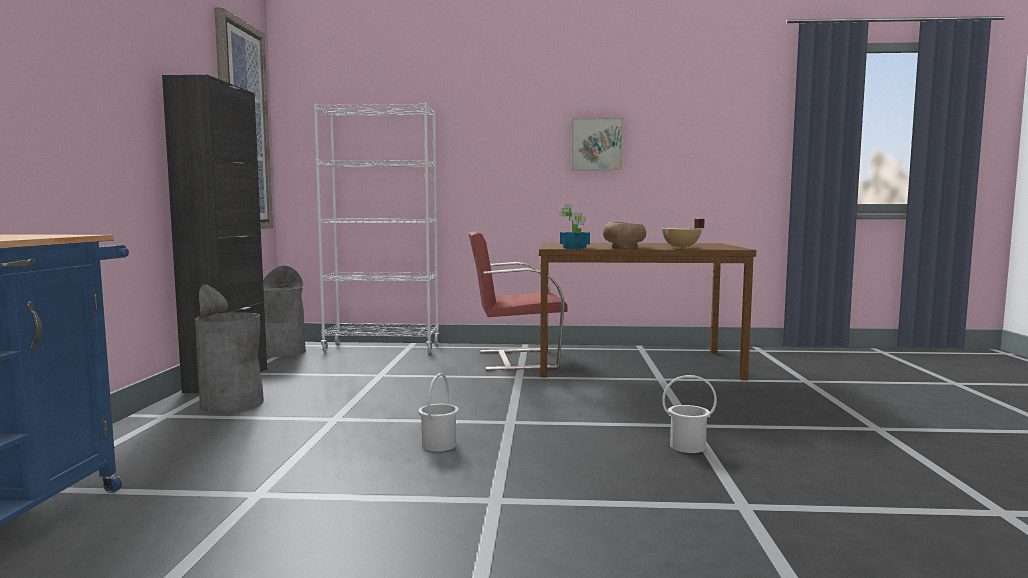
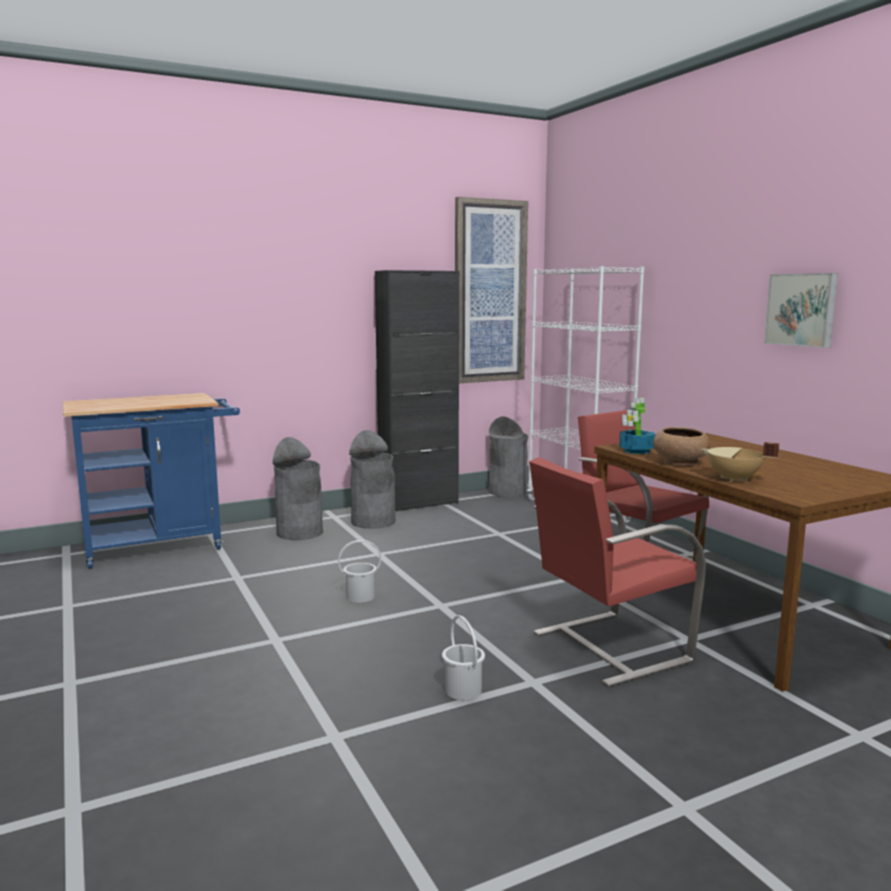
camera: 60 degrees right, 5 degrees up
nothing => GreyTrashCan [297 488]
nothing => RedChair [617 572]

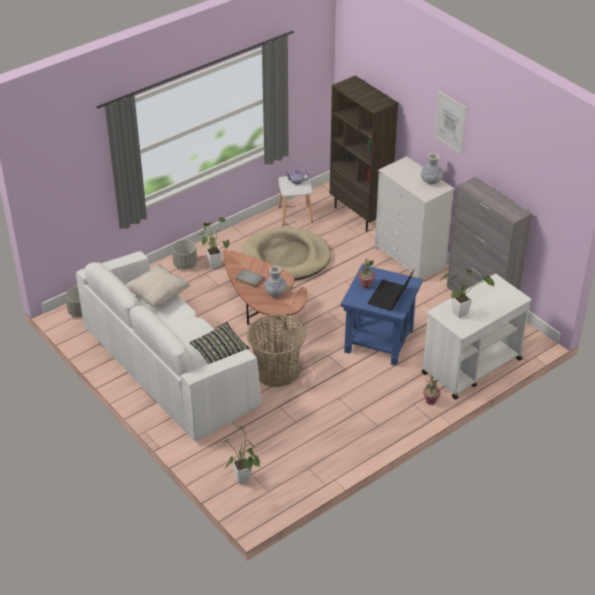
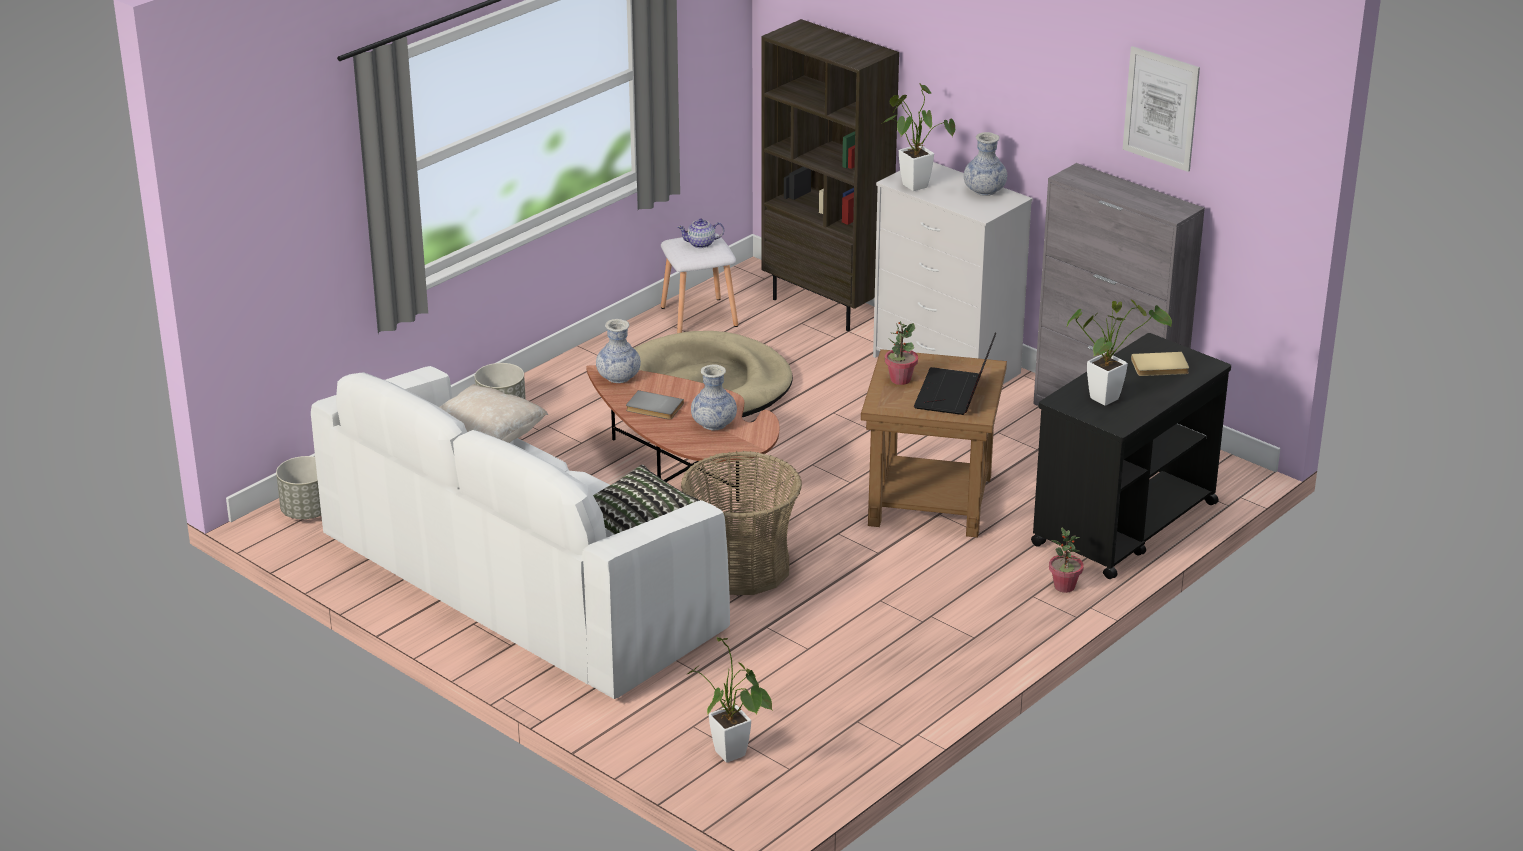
camera: 10 degrees left, 10 degrees down
nothing => Vase [618 351]
BlueSideTable [382 315] => BrownSideTable [934 443]
PottedPlant [213 242] => PottedPlant [918 137], moved
WhiteCart [476 336] => BlackCart [1131 456]
Picture [450 123] => Picture [1161 109], moved
nothing => BeigeBook [1160 364]

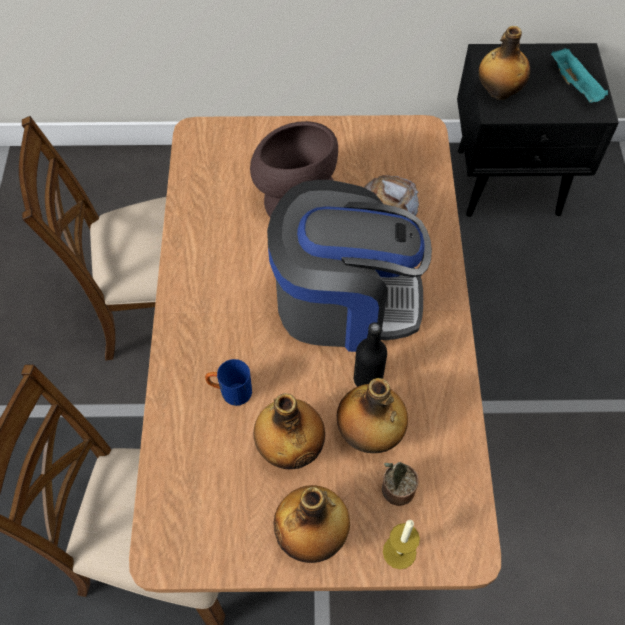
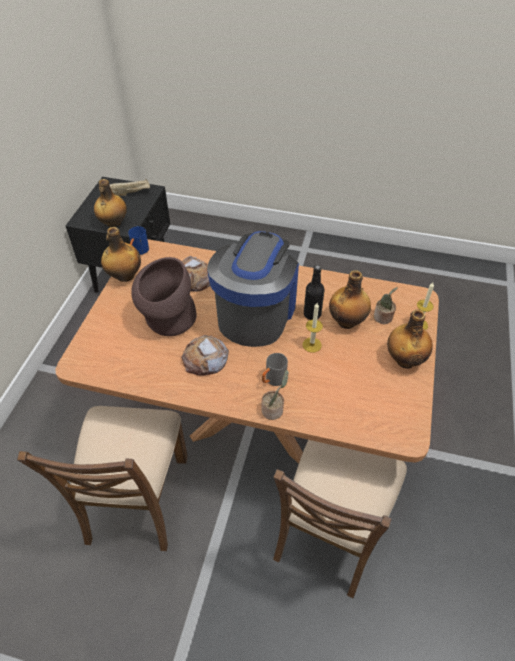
camera: 75 degrees left, 10 degrees down
Bottle [289 431] => Bottle [121 254], moved
TurquoiseTray [579 75] => BeigeTray [129 187]
BlueMug [228 382] => BlueMug [138 240], moved
nothing => Bread [205 355]
nothing => GreyMug [275 369]
nothing => PottedPlant [275 395]
nothing => Candle [313 328]

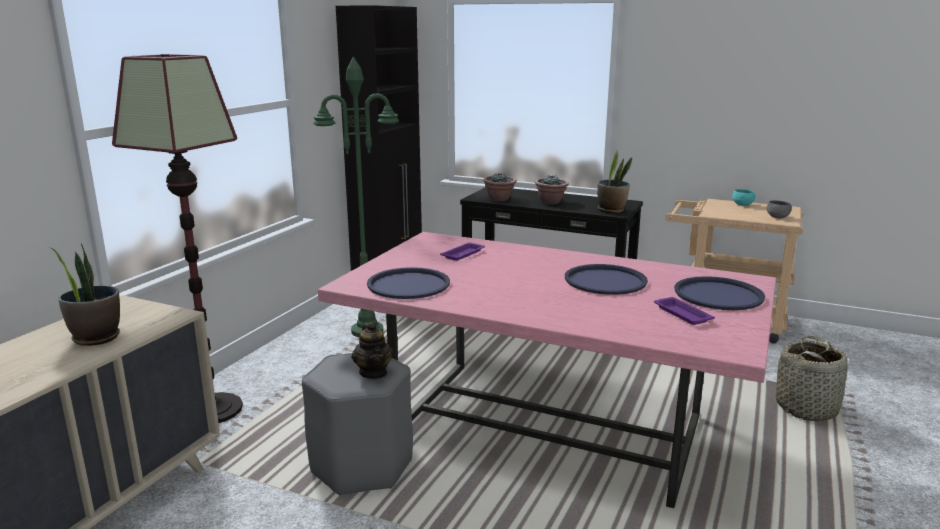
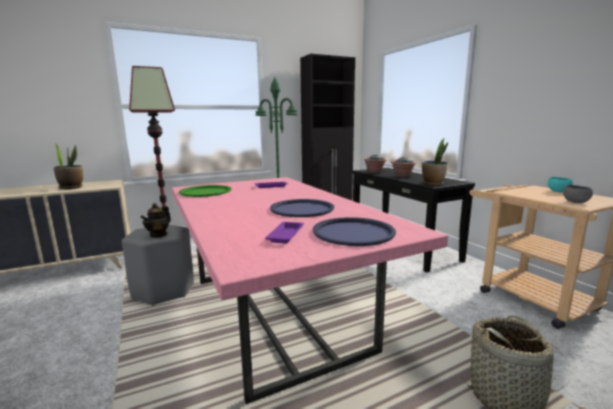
camera: 40 degrees right, 5 degrees down
BlueTray [408 283] => GreenTray [205 191]

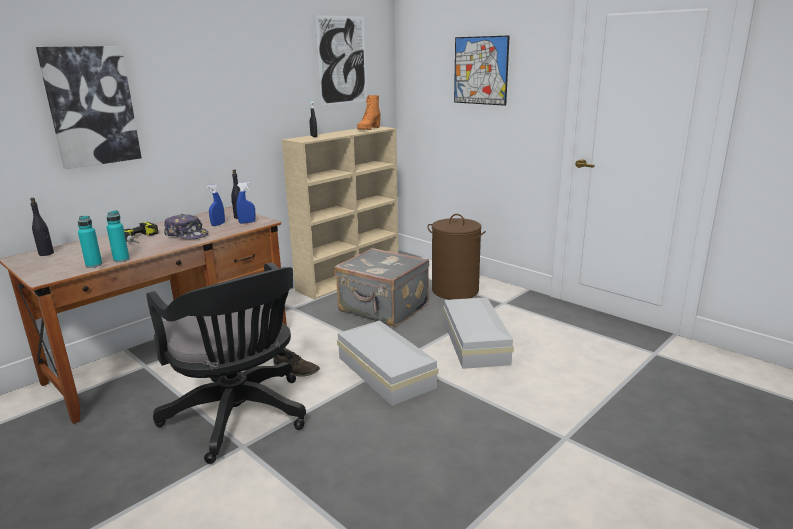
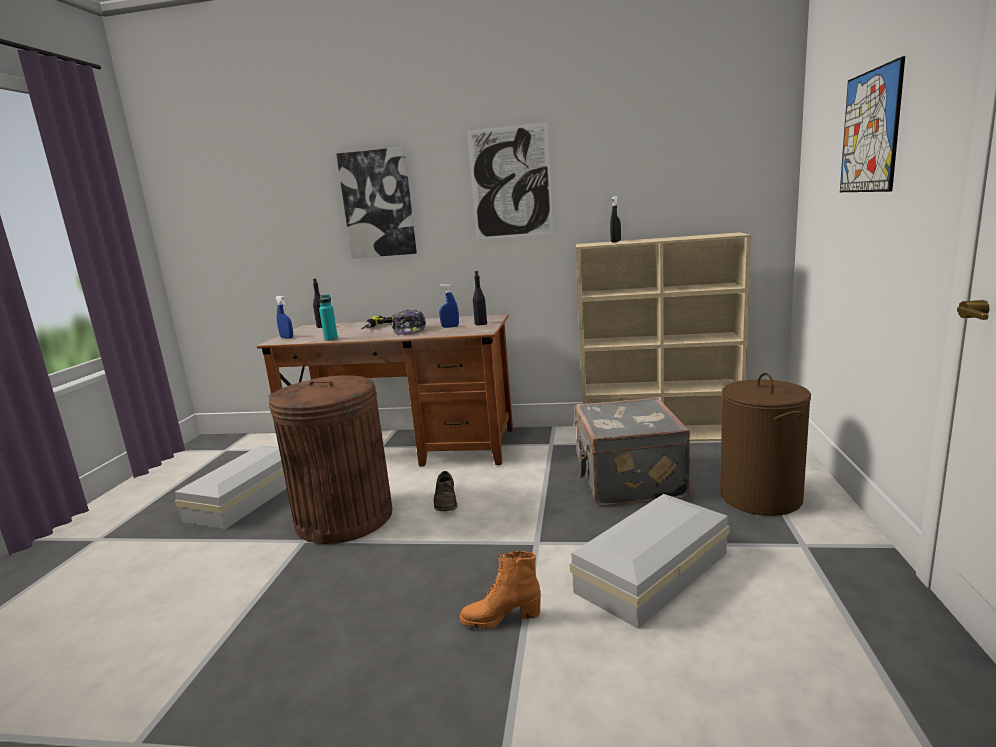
camera: 55 degrees right, 5 degrees down
WhiteStorageBox [388 363] => WhiteStorageBox [231 487], moved
BlackOfficeChair [226 363] => BrownTrashCan [330 459]
BlueSprayBottle [246 203] => BlueSprayBottle [284 317], moved
OrangeBoot [369 112] => OrangeBoot [500 590], moved
Picture [341 60] => Picture [510 181], moved
TurquoiseBottle [90 242] => nothing

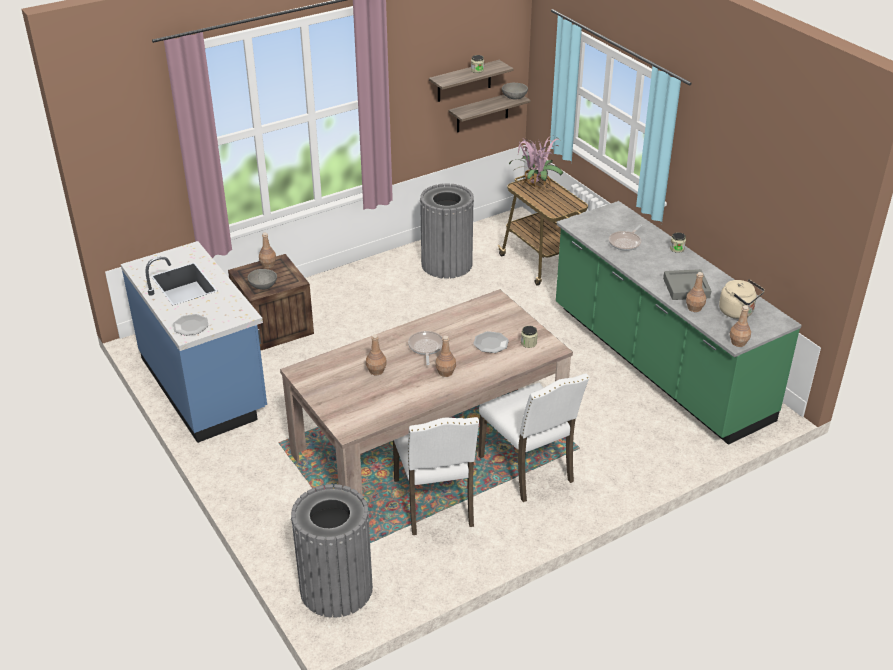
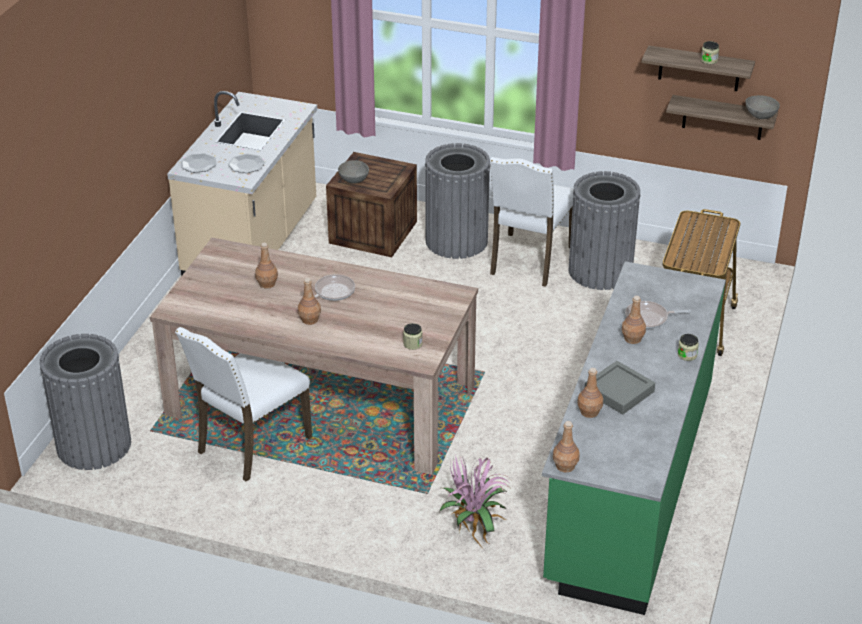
camera: 50 degrees right, 0 degrees up
BlueCounter [194 342] => BeigeCounter [242 183]
Plate [491 342] => Plate [246 163], moved
nothing => GreyTrashCan [457 201]
PottedPlant [536 164] => PottedPlant [475 503], moved
WhiteChair [534 437] => WhiteChair [532 222], moved
BrownBottle [267 250] => BrownBottle [634 320], moved
BeigeKettle [742 299] => nothing

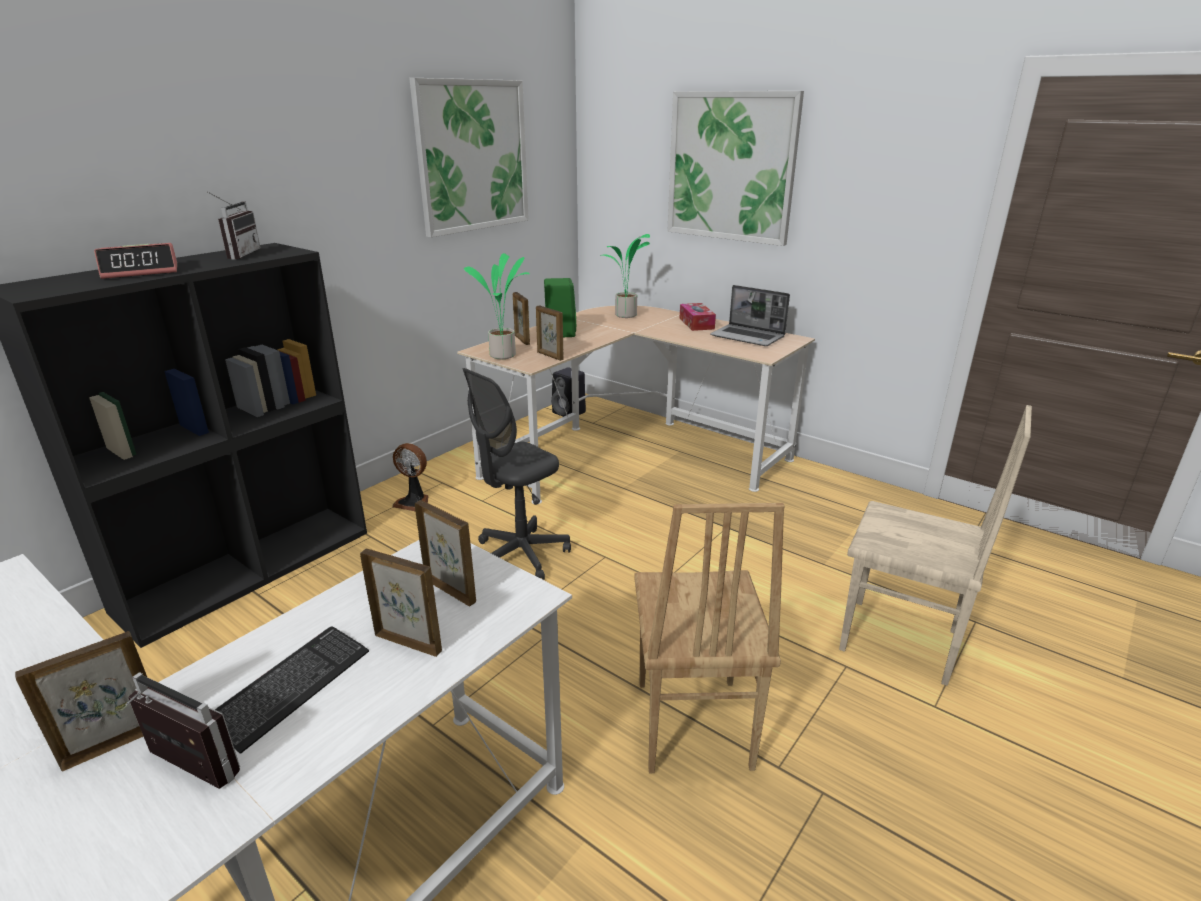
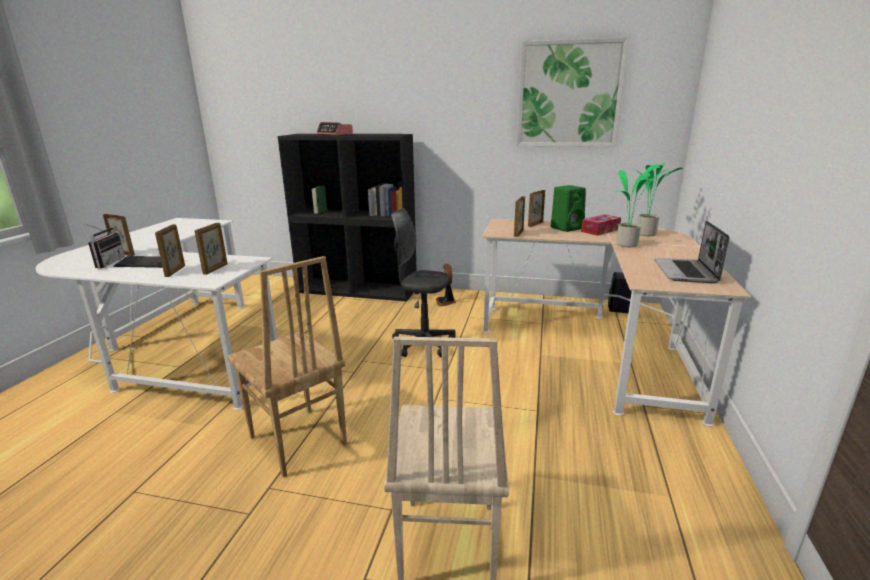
camera: 65 degrees right, 5 degrees down
BrownChair [709 638] => BrownChair [287 366], 105 degrees counterclockwise
TissueBox [697 317] => TissueBox [601 225], moved
PottedPlant [497 306] => PottedPlant [641 206], moved
Radio [233 225] => nothing
Picture [736 168] => nothing

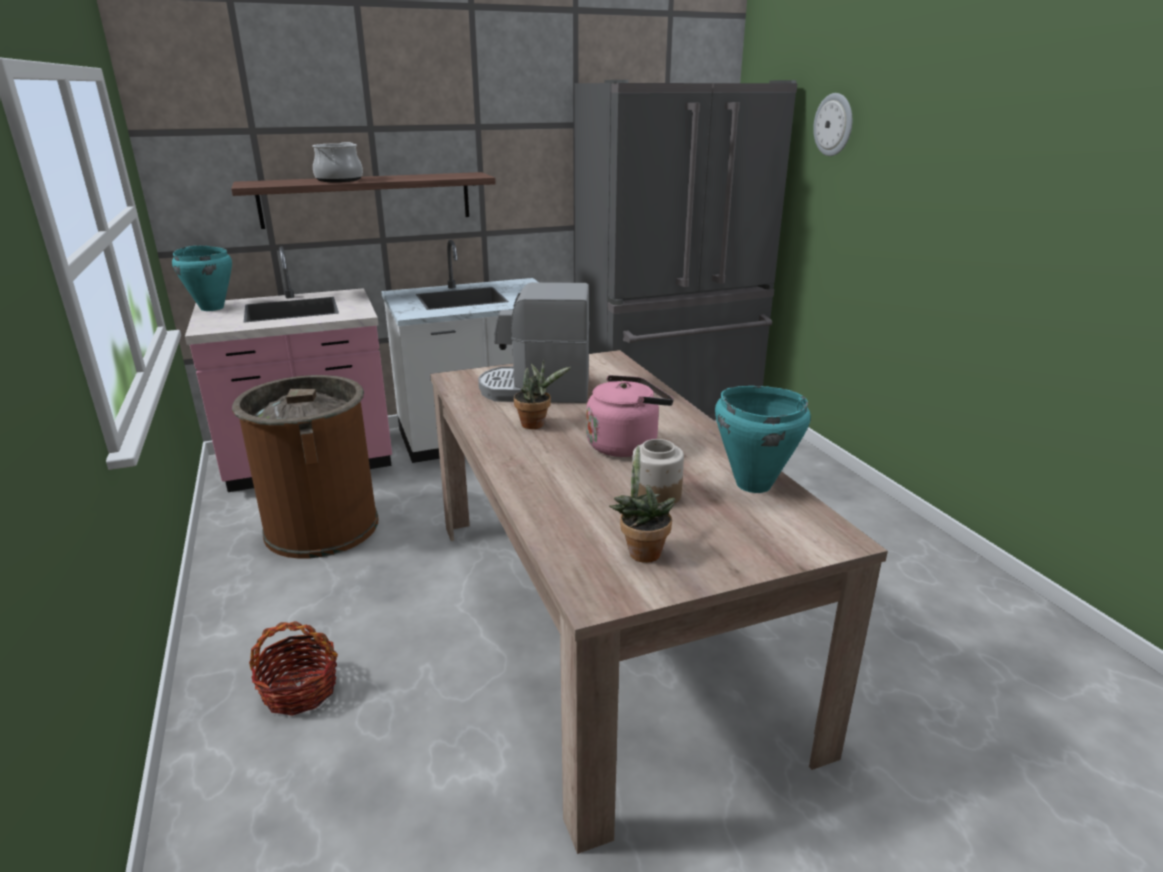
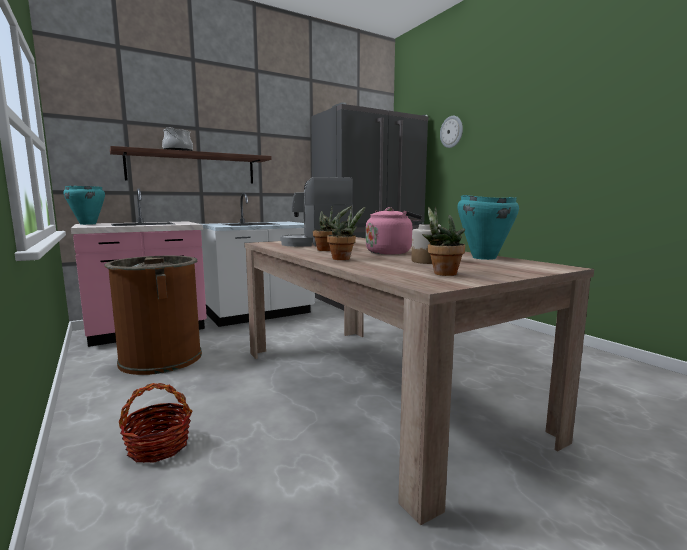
camera: 10 degrees left, 15 degrees down
nothing => PottedPlant [346 233]

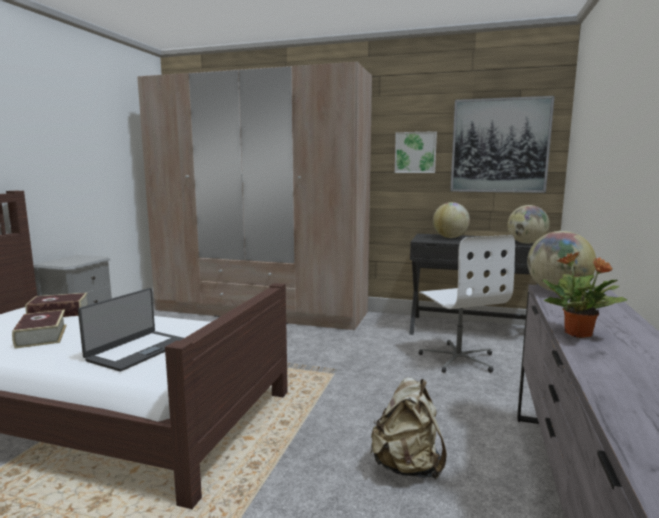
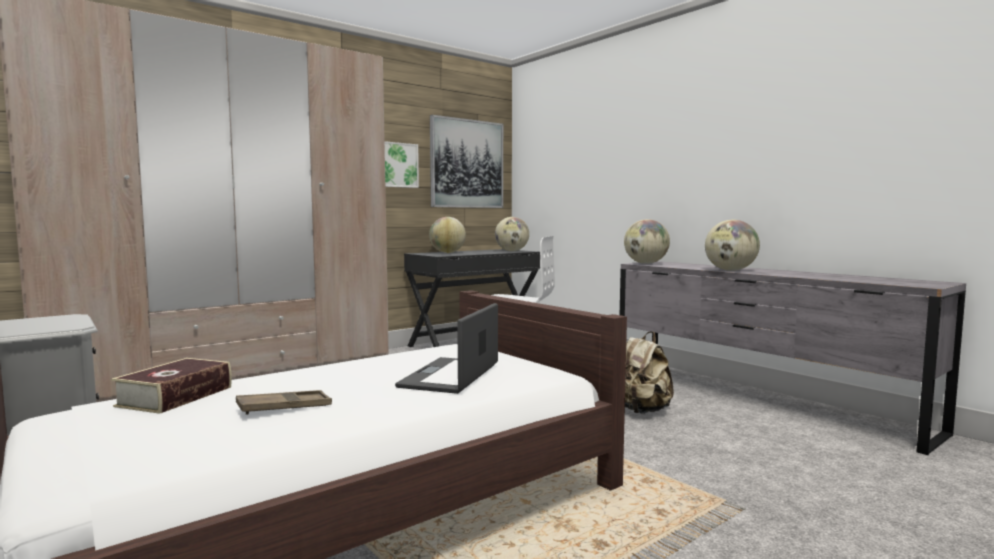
camera: 55 degrees left, 5 degrees down
Book [39 329] => BrownTray [284 402]
Laptop [131 330] => Laptop [446 348], 135 degrees counterclockwise
PottedPlant [584 295] => Globe [732 245]

